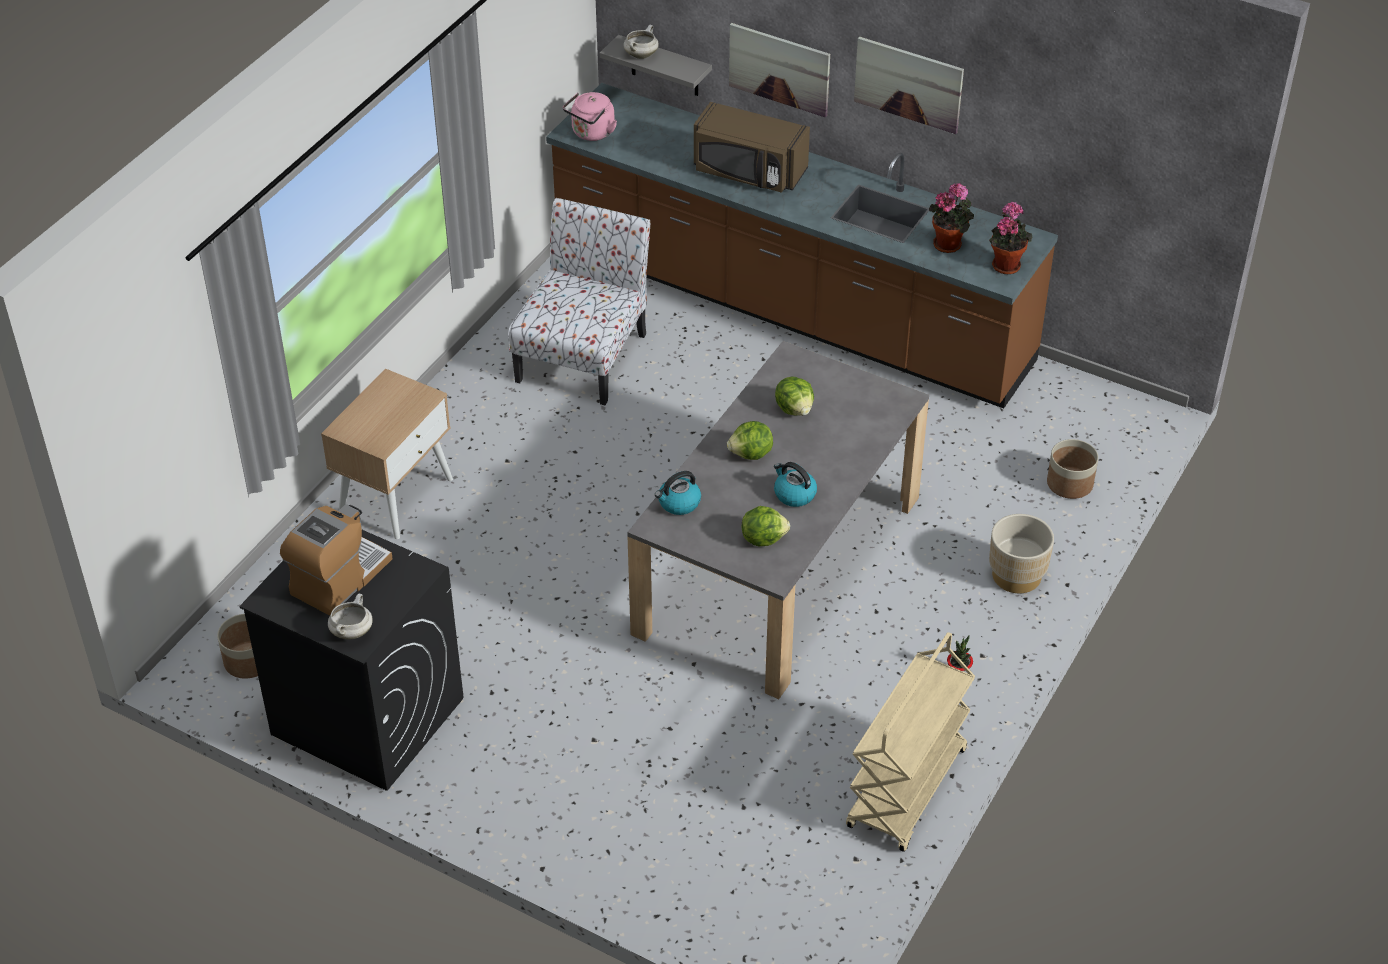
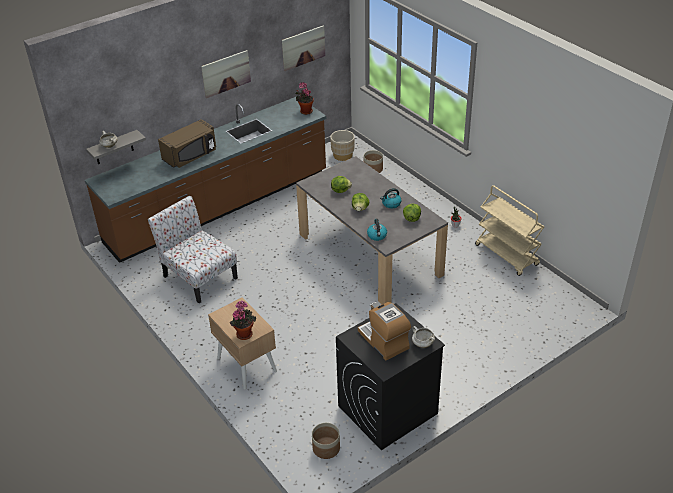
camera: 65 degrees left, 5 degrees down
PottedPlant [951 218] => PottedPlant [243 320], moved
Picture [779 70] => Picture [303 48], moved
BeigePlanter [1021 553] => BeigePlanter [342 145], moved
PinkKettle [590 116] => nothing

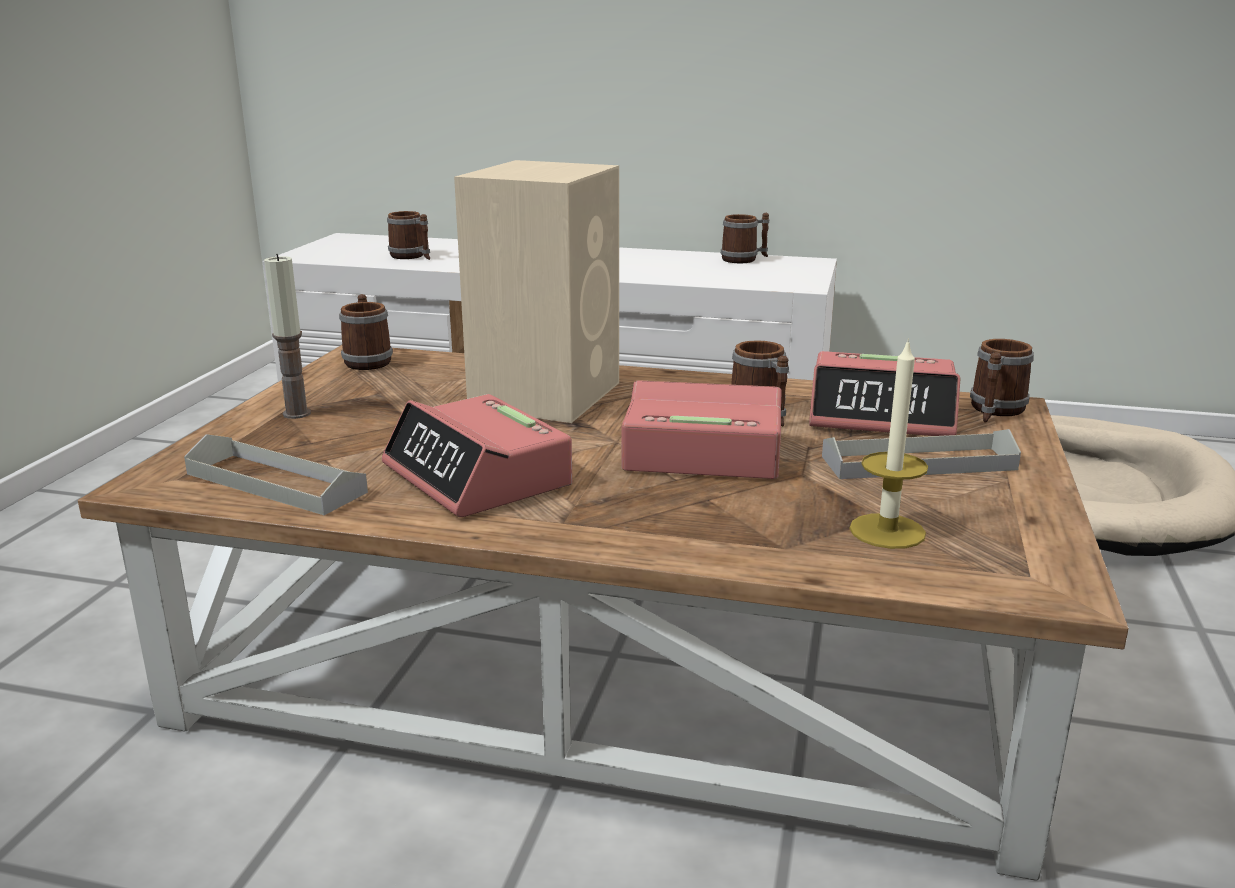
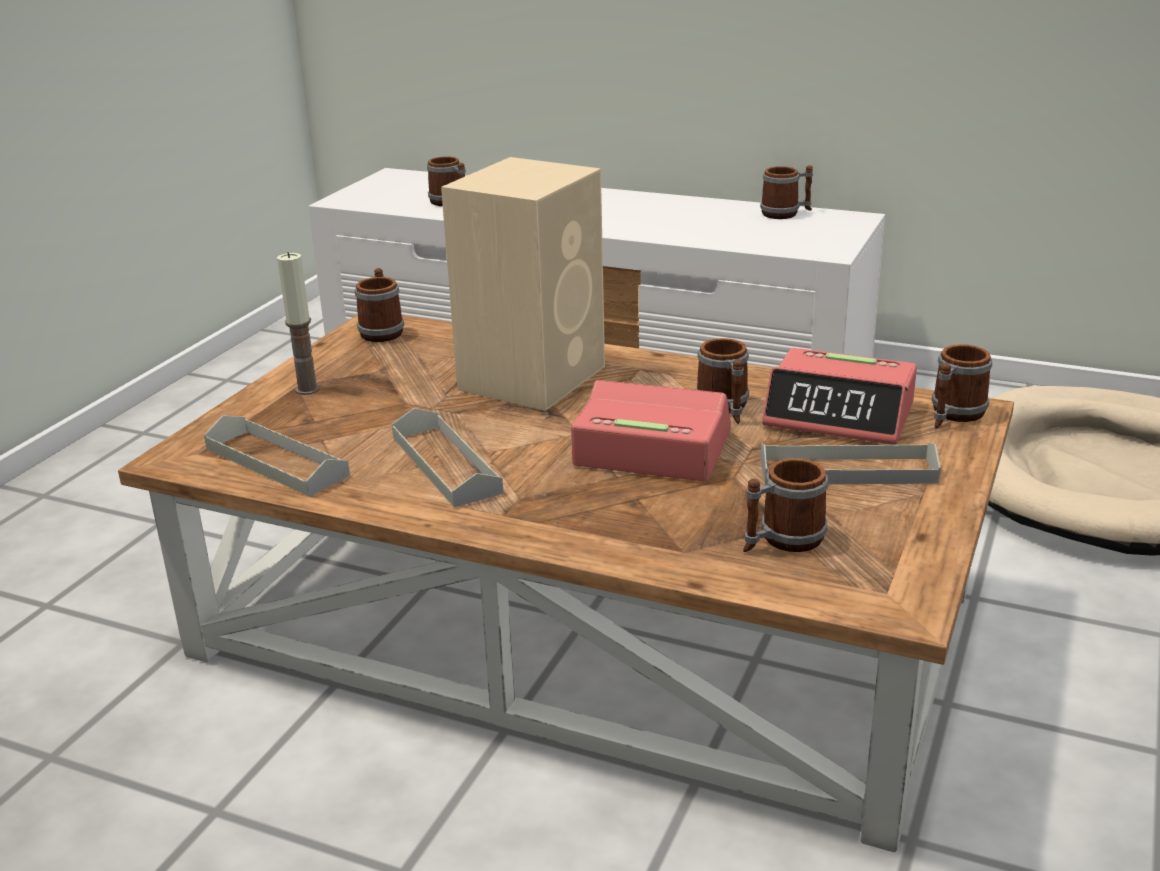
camera: 10 degrees right, 5 degrees up
AlarmClock [477 455] => GreyTray [448 457]
Candle [889 443] => Mug [785 505]

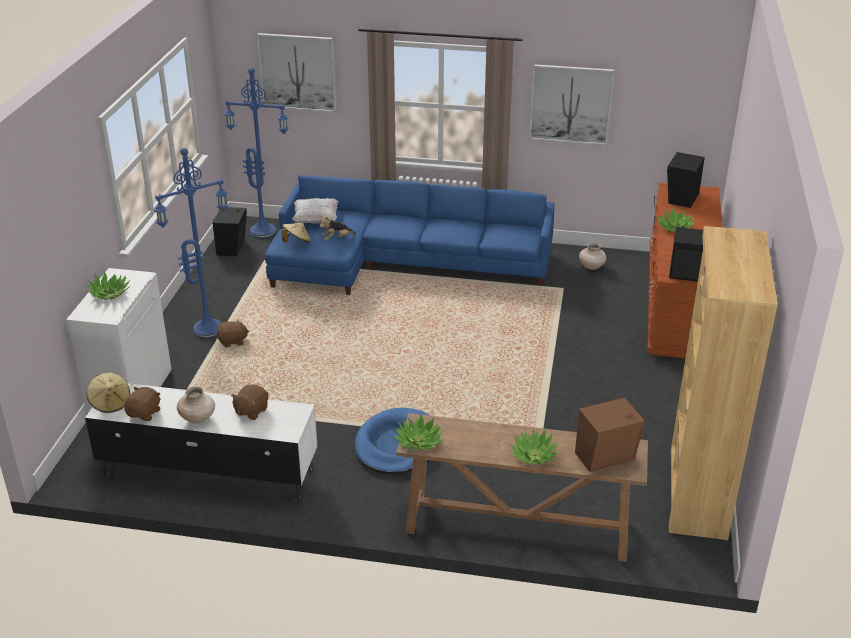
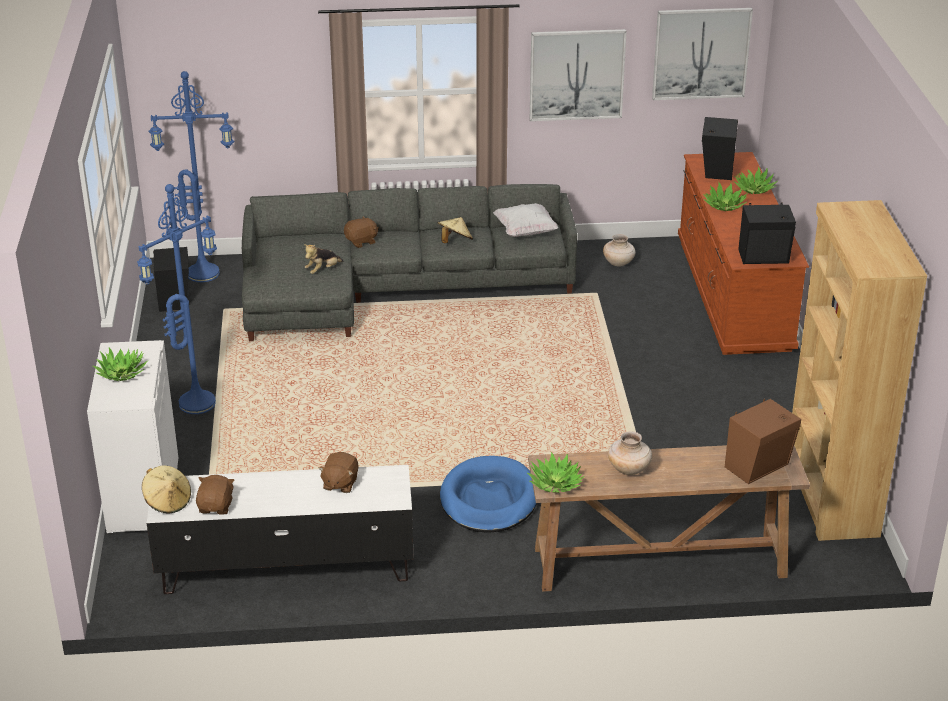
camera: 15 degrees left, 0 degrees up
BlueSofa [409 235] => GreySofa [409 262]
BrownPlushToy [232 333] => BrownPlushToy [361 232], moved
BeigeHat [296 233] => BeigeHat [455 230], moved
WhitePillow [315 211] => WhitePillow [525 220], moved
BeigeVase [196 405] => BeigeVase [630 453], moved
Picture [297 73] => Picture [702 54], moved
PottedPlant [535 446] => PottedPlant [756 180], moved

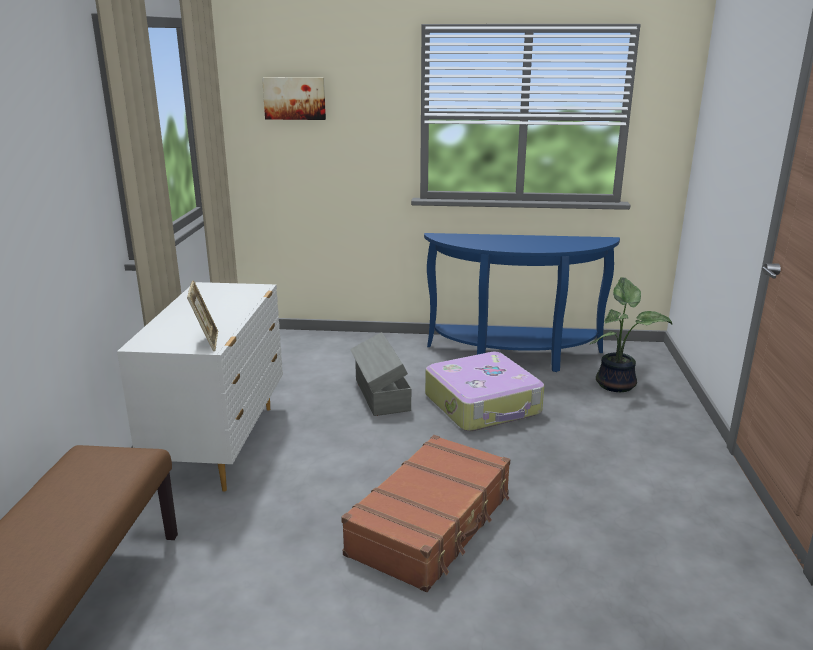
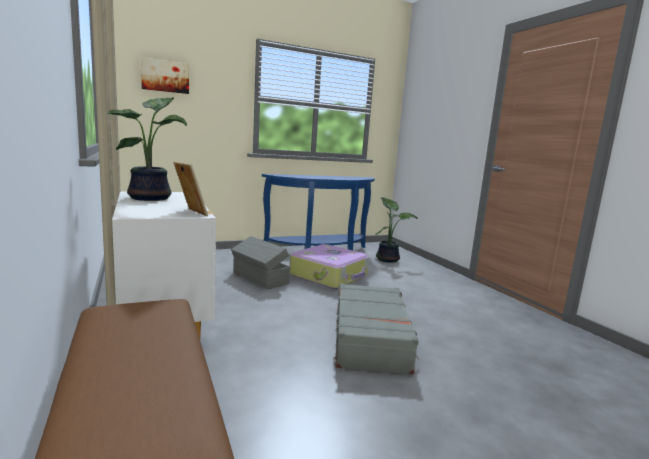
camera: 30 degrees left, 10 degrees down
nothing => PottedPlant [147 149]
BrownSuitcase [425 513] => GreySuitcase [377 329]

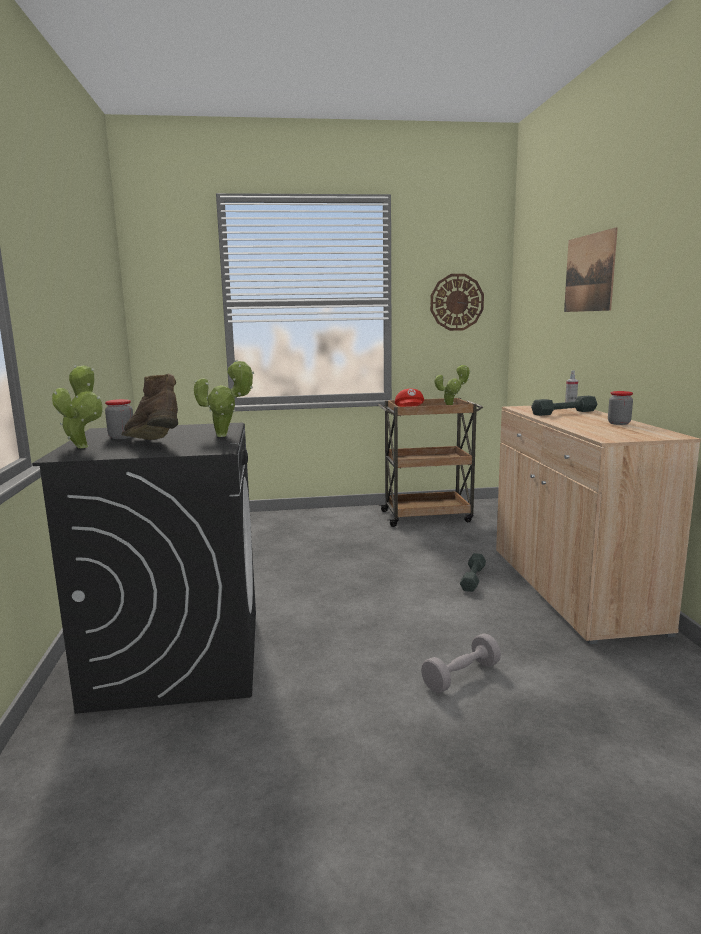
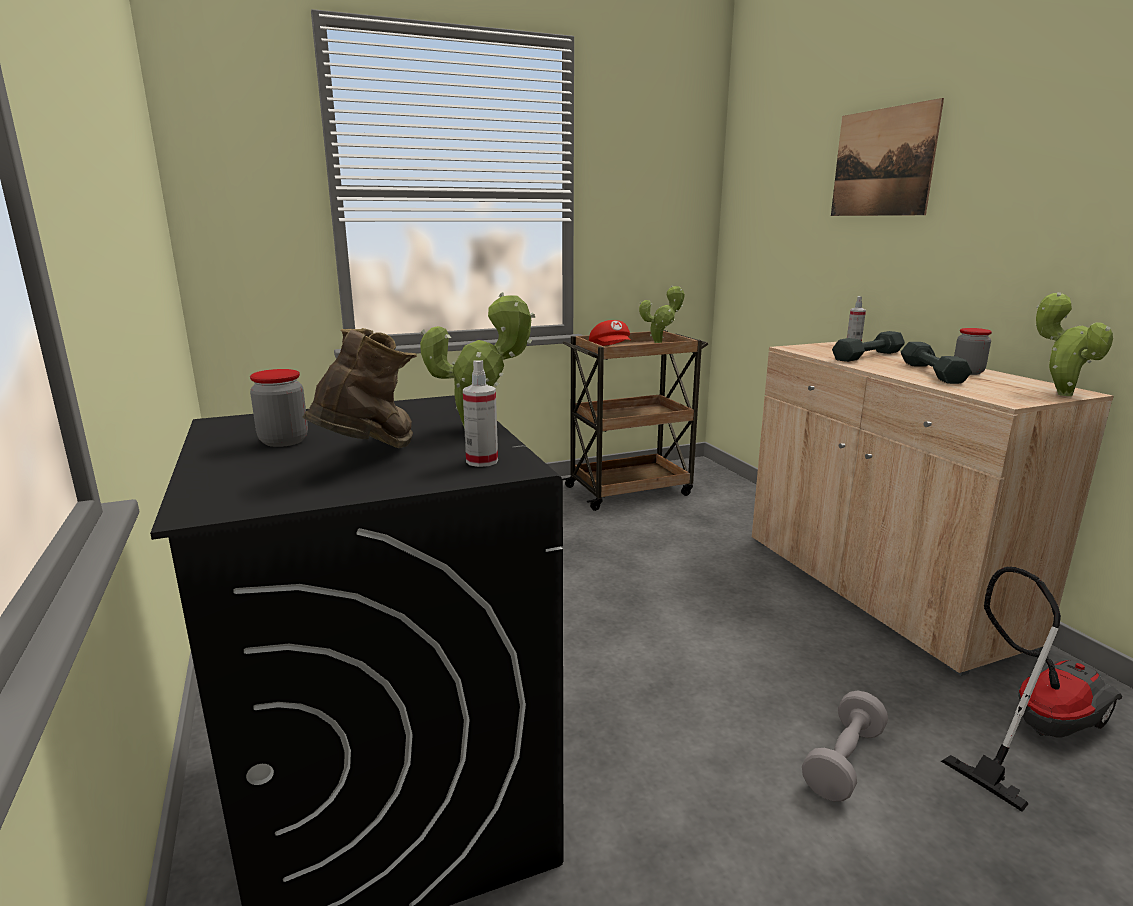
camera: 15 degrees left, 5 degrees up
BrownBoot [149 407] => BrownBoot [360 388], 75 degrees clockwise
nothing => SprayBottle [480 413]
GreyDumbbell [473 572] => GreyDumbbell [936 363], moved
nothing => VacuumCleaner [1031 689]
PottedPlant [77 406] => PottedPlant [1074 344], moved
WallClock [457 302] => nothing

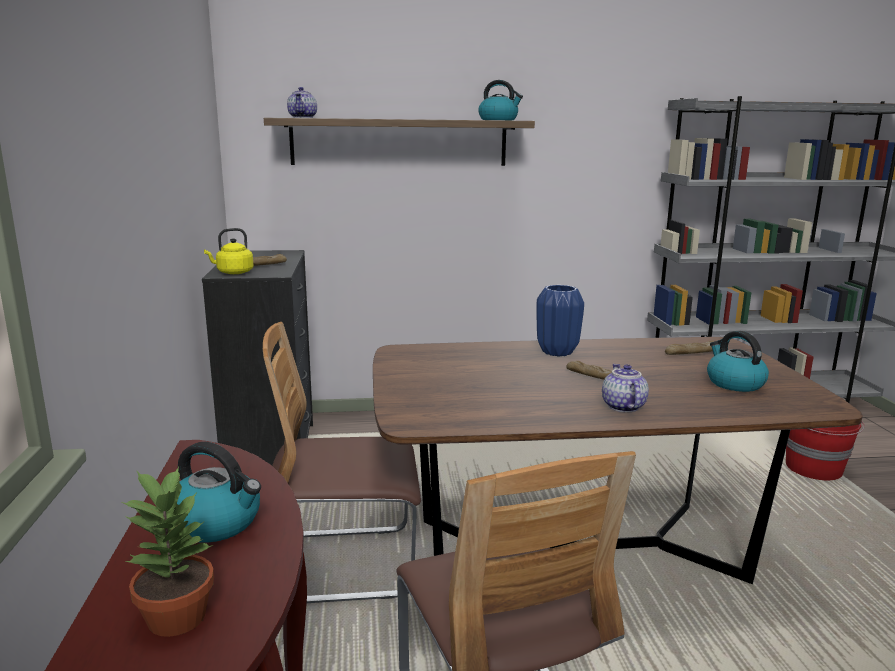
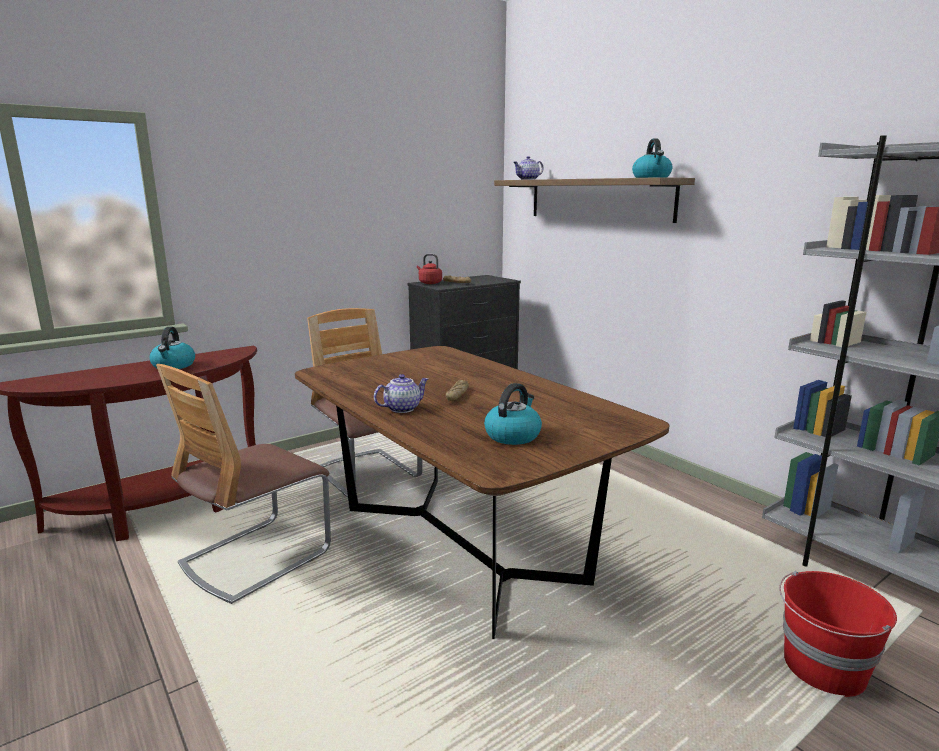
camera: 60 degrees right, 0 degrees up
YellowKettle [228 251] => RedKettle [429 269]
PottedPlant [167 552] => nothing
BlueVase [560 320] => nothing
Bread [689 348] => nothing

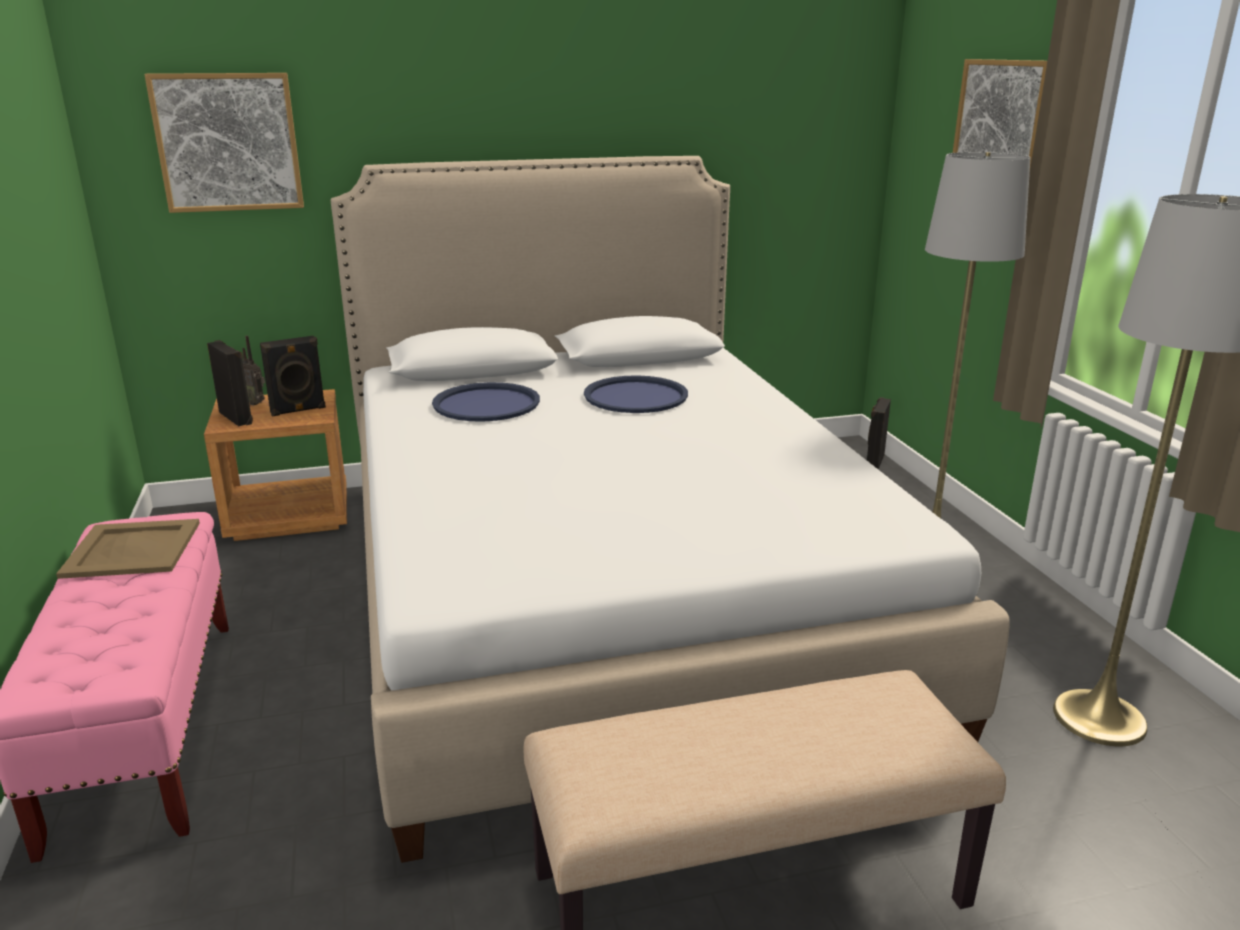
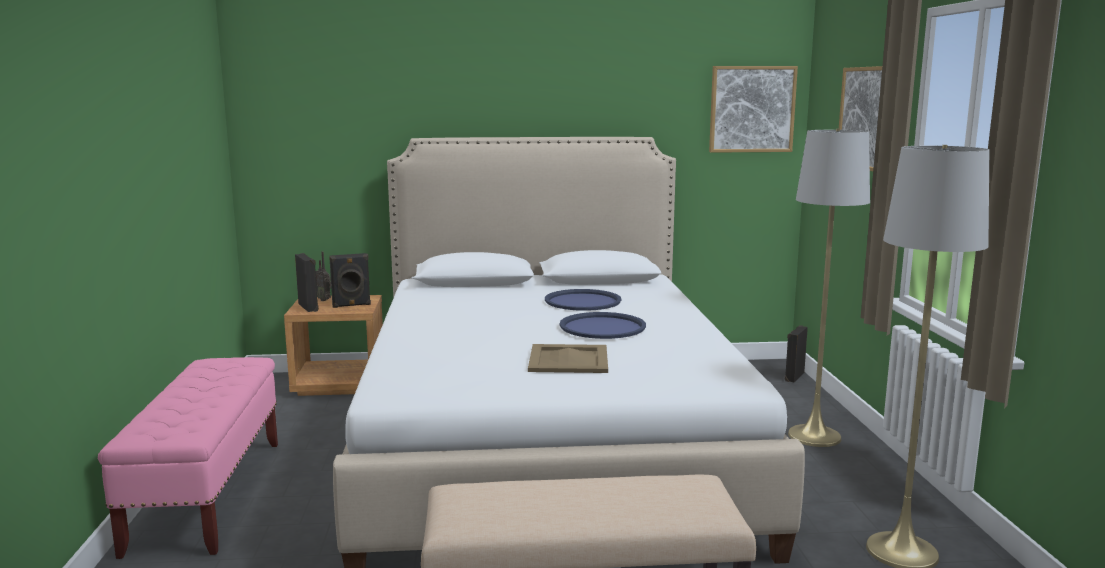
camera: 10 degrees right, 10 degrees down
BeigeTray [128 549] => BeigeTray [568 358], moved
BlueTray [486 402] => BlueTray [603 325], moved
Picture [224 143] => Picture [753 109], moved

